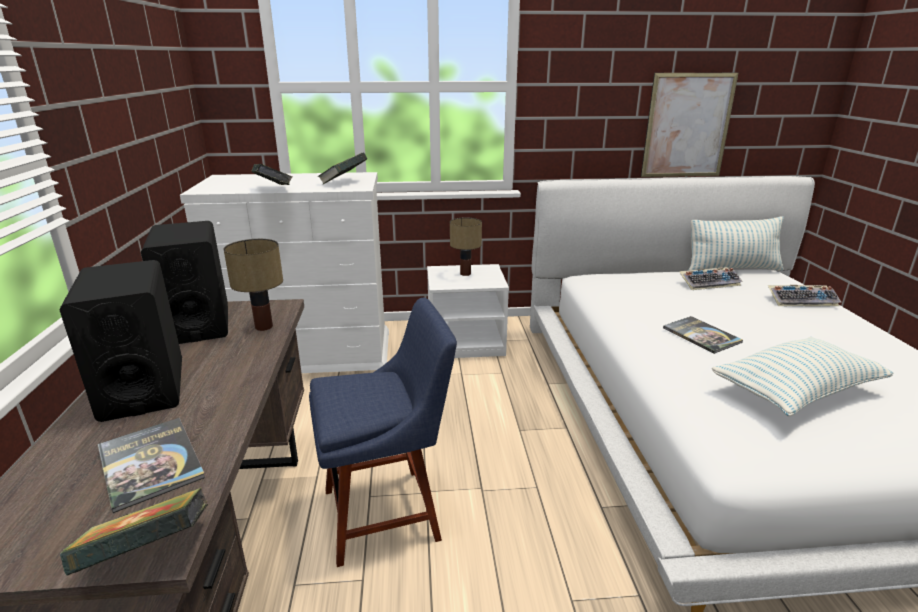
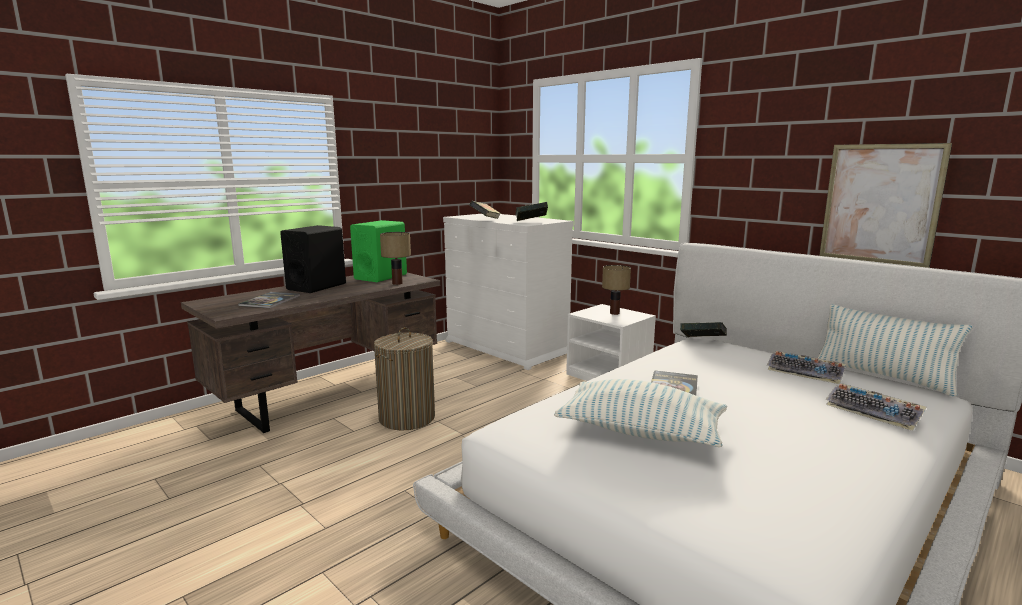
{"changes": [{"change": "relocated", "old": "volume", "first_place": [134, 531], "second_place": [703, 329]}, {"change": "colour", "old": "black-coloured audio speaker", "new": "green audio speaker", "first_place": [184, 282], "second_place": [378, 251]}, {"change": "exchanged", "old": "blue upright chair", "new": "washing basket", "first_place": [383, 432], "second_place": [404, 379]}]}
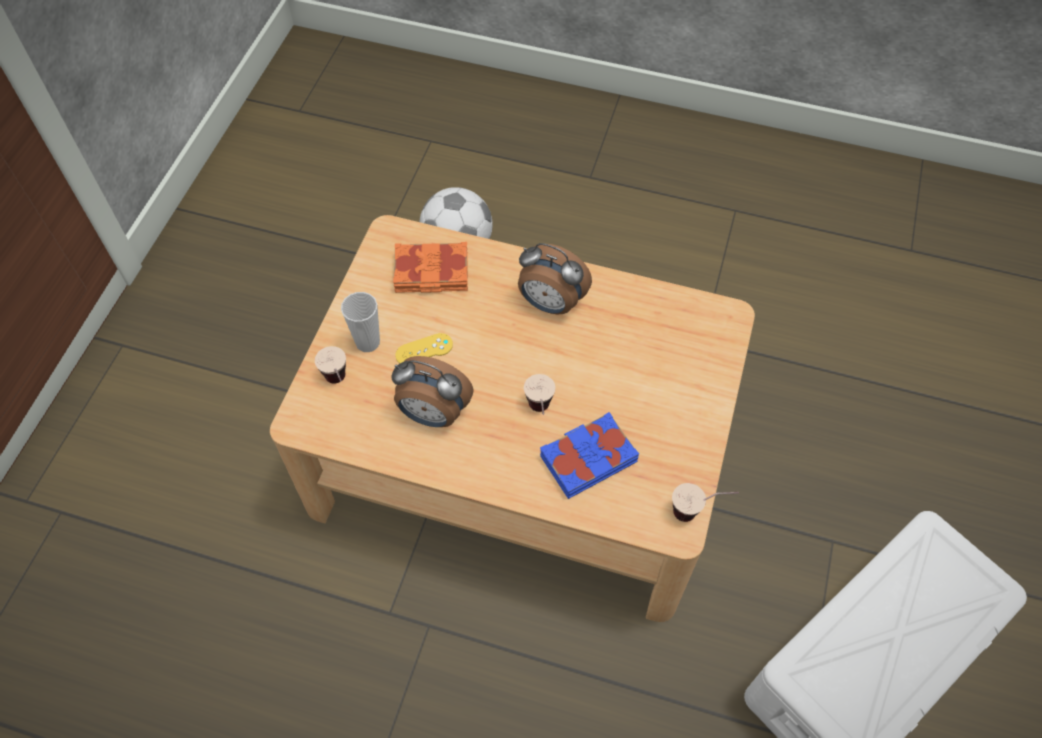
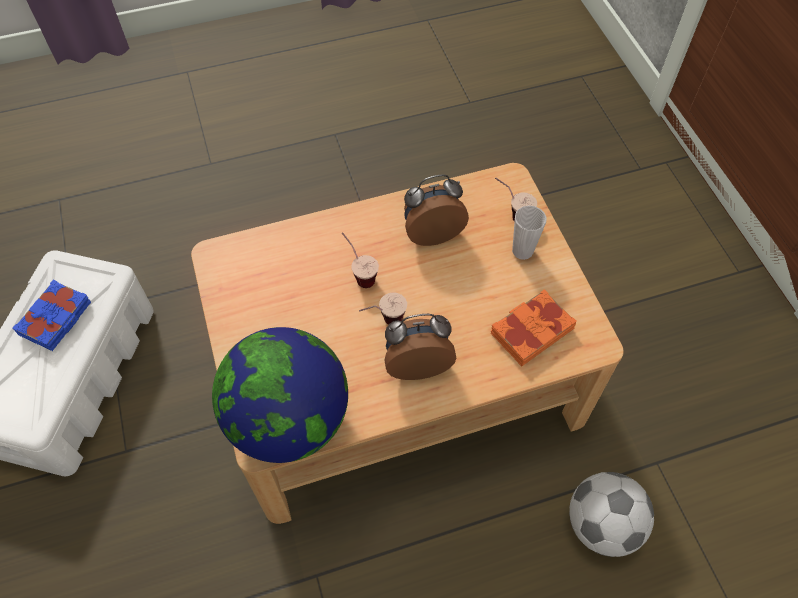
{"changes": [{"change": "missing", "old": "yellow-coloured gamepad", "first_place": [424, 348]}, {"change": "relocated", "old": "blue volume", "first_place": [589, 455], "second_place": [52, 315]}, {"change": "relocated", "old": "drinking cup", "first_place": [705, 502], "second_place": [383, 308]}, {"change": "appeared", "new": "world globe", "second_place": [280, 395]}]}
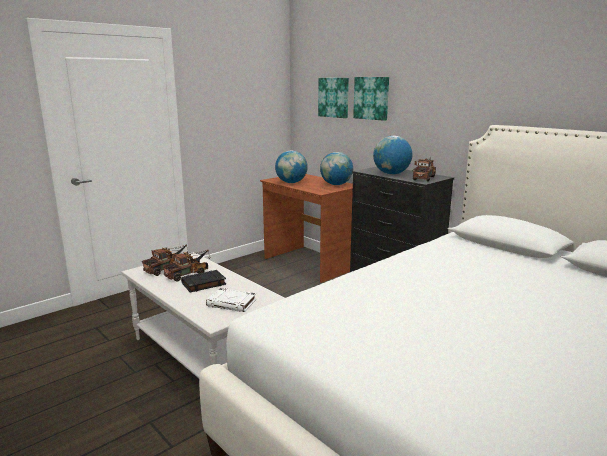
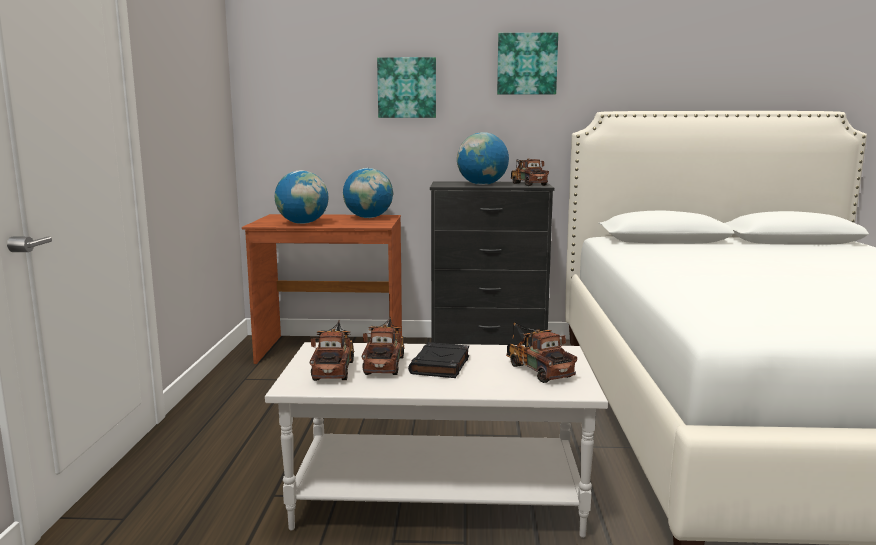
{"changes": [{"change": "exchanged", "old": "white-coloured volume", "new": "toy lorry", "first_place": [231, 300], "second_place": [541, 352]}, {"change": "relocated", "old": "wall picture", "first_place": [333, 98], "second_place": [527, 64]}]}
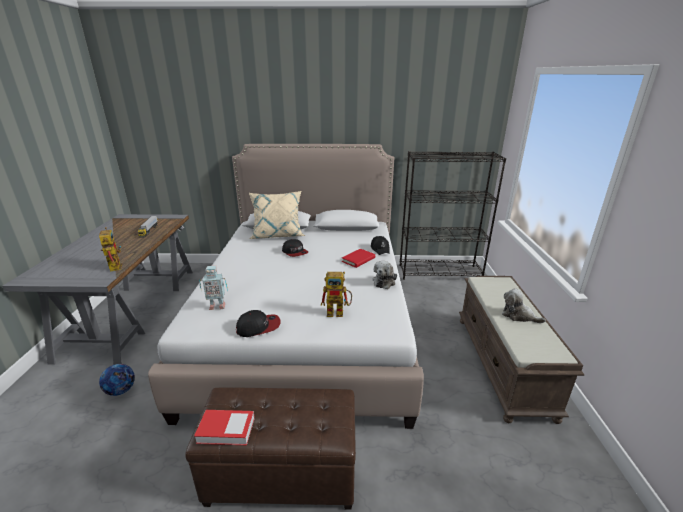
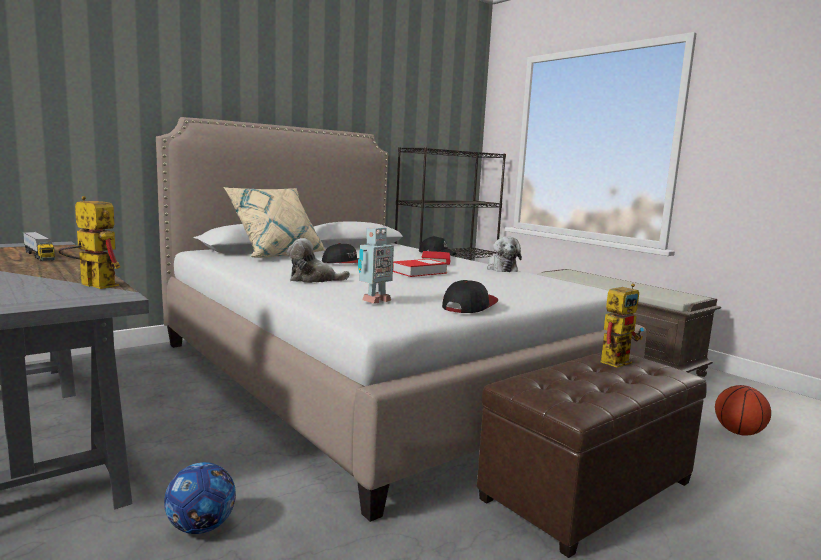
{"changes": [{"change": "relocated", "old": "volume", "first_place": [224, 427], "second_place": [420, 268]}, {"change": "relocated", "old": "toy robot", "first_place": [336, 294], "second_place": [622, 326]}, {"change": "relocated", "old": "soft toy", "first_place": [524, 306], "second_place": [318, 260]}, {"change": "appeared", "new": "ball for basketball", "second_place": [743, 410]}]}
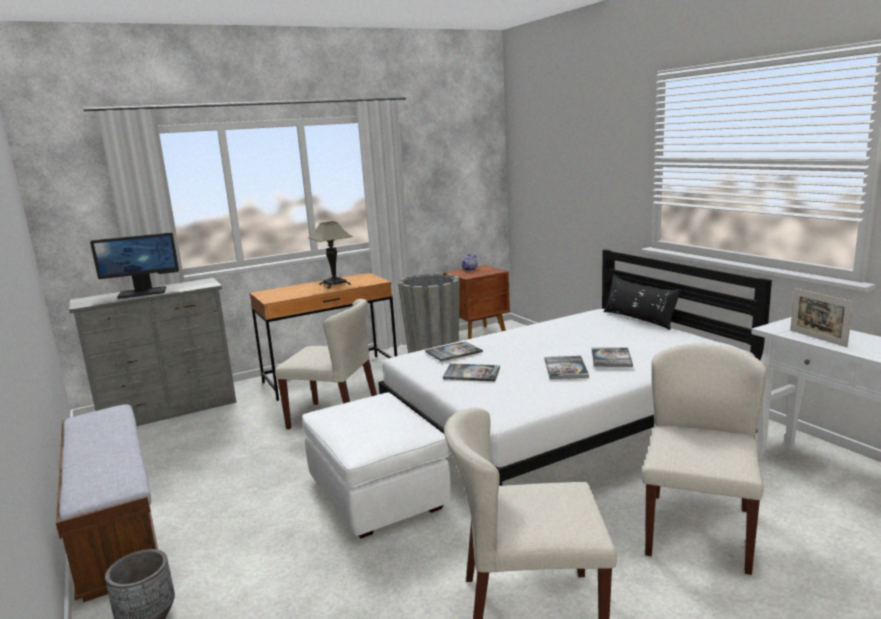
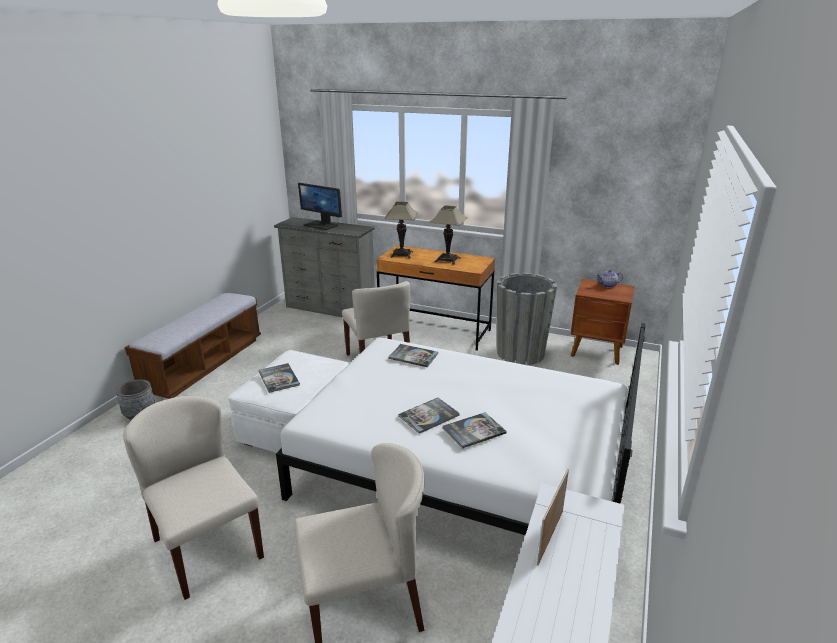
{"changes": [{"change": "relocated", "old": "volume", "first_place": [471, 372], "second_place": [279, 378]}, {"change": "missing", "old": "black-coloured throw pillow", "first_place": [642, 302]}, {"change": "appeared", "new": "lamp for a table", "second_place": [401, 230]}]}
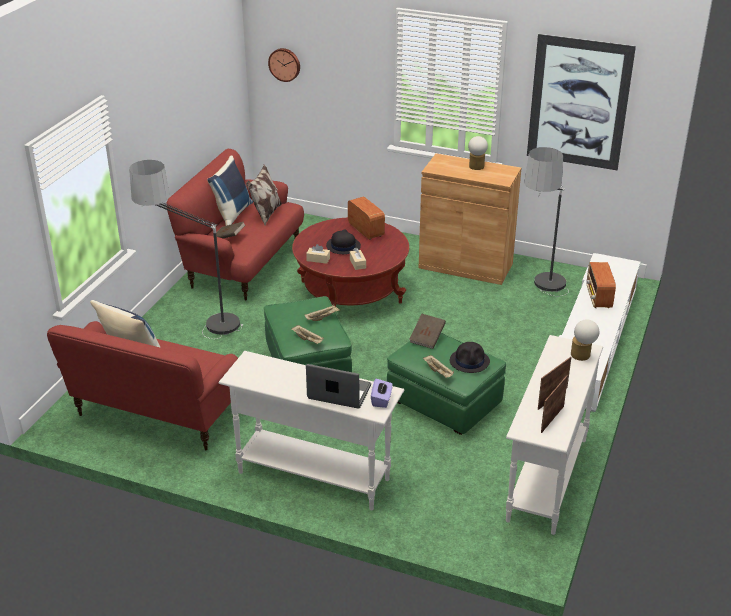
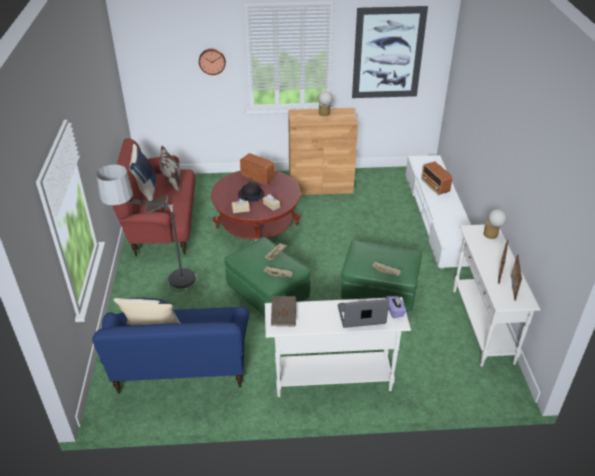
{"changes": [{"change": "colour", "old": "red-coloured couch", "new": "blue couch", "first_place": [142, 385], "second_place": [170, 349]}, {"change": "relocated", "old": "wall clock", "first_place": [284, 65], "second_place": [212, 62]}, {"change": "relocated", "old": "brown volume", "first_place": [427, 331], "second_place": [283, 311]}, {"change": "missing", "old": "black-coloured wearable hat", "first_place": [470, 357]}, {"change": "missing", "old": "floor lamp", "first_place": [546, 222]}]}
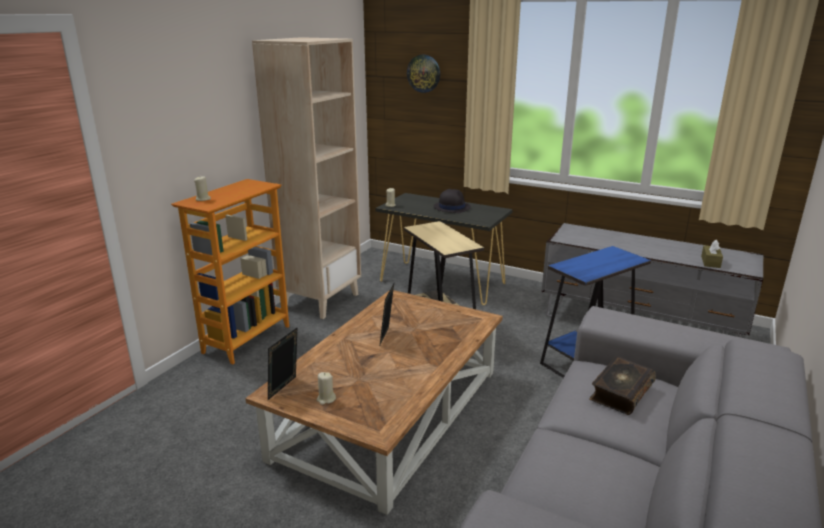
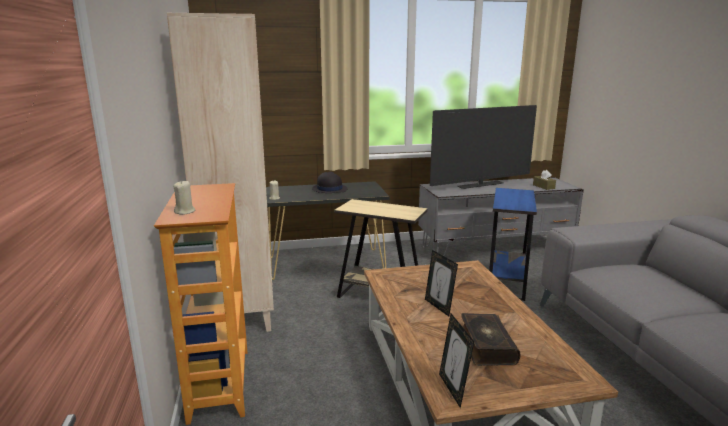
{"changes": [{"change": "missing", "old": "beige-coloured candle", "first_place": [326, 388]}, {"change": "missing", "old": "wall clock", "first_place": [423, 74]}, {"change": "relocated", "old": "volume", "first_place": [622, 385], "second_place": [490, 339]}, {"change": "appeared", "new": "television", "second_place": [483, 147]}]}
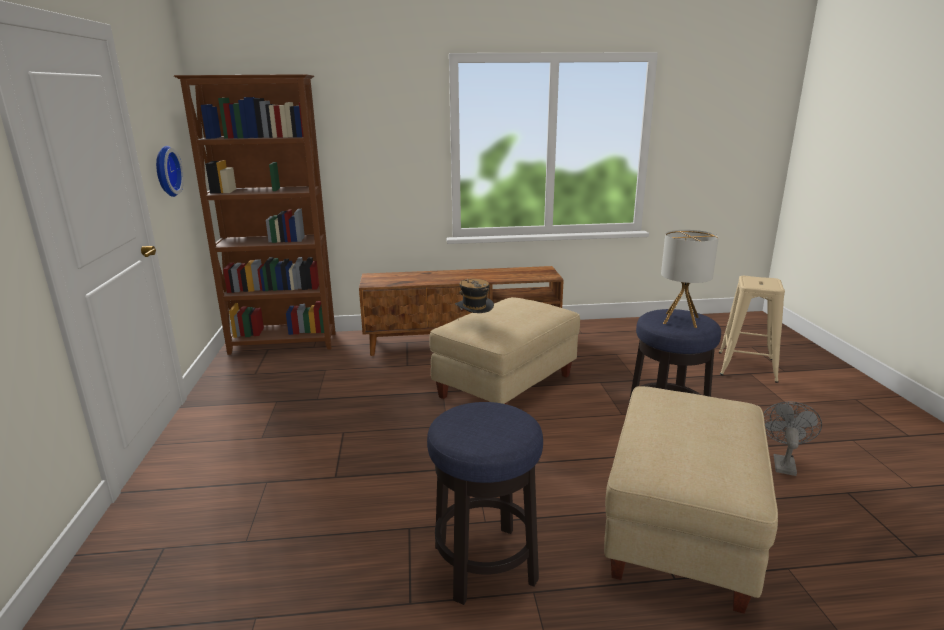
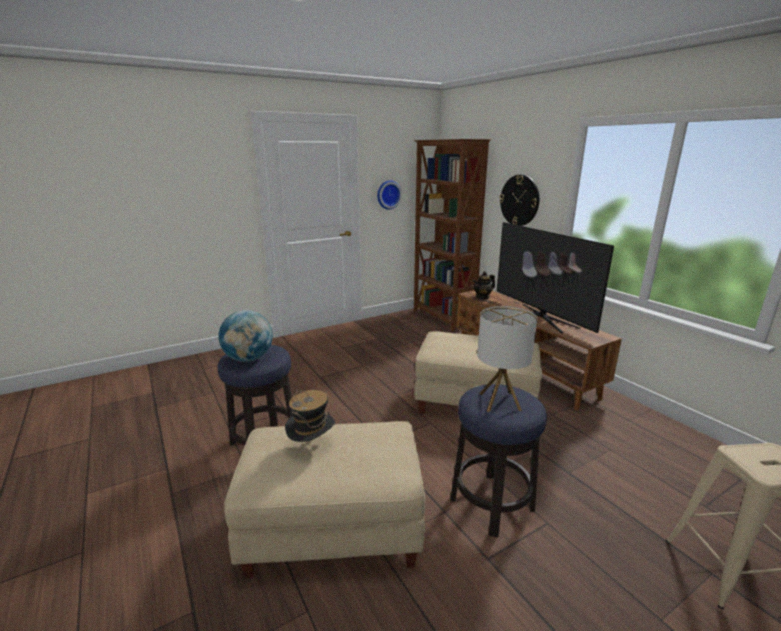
{"changes": [{"change": "relocated", "old": "wearable hat", "first_place": [474, 299], "second_place": [310, 415]}, {"change": "missing", "old": "gray electric fan", "first_place": [792, 438]}, {"change": "appeared", "new": "world globe", "second_place": [245, 336]}, {"change": "appeared", "new": "teapot", "second_place": [484, 285]}, {"change": "appeared", "new": "television", "second_place": [555, 277]}, {"change": "appeared", "new": "wall clock", "second_place": [519, 200]}]}
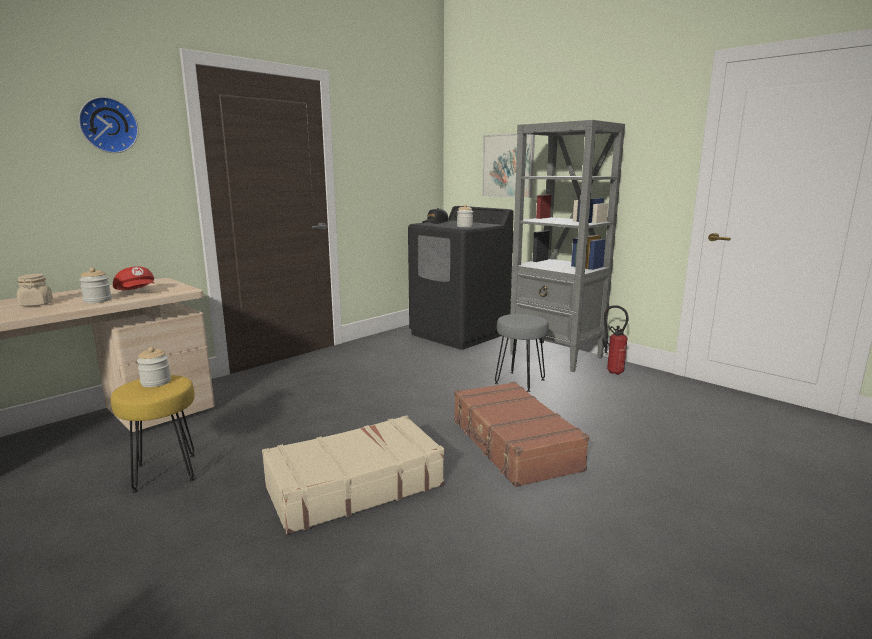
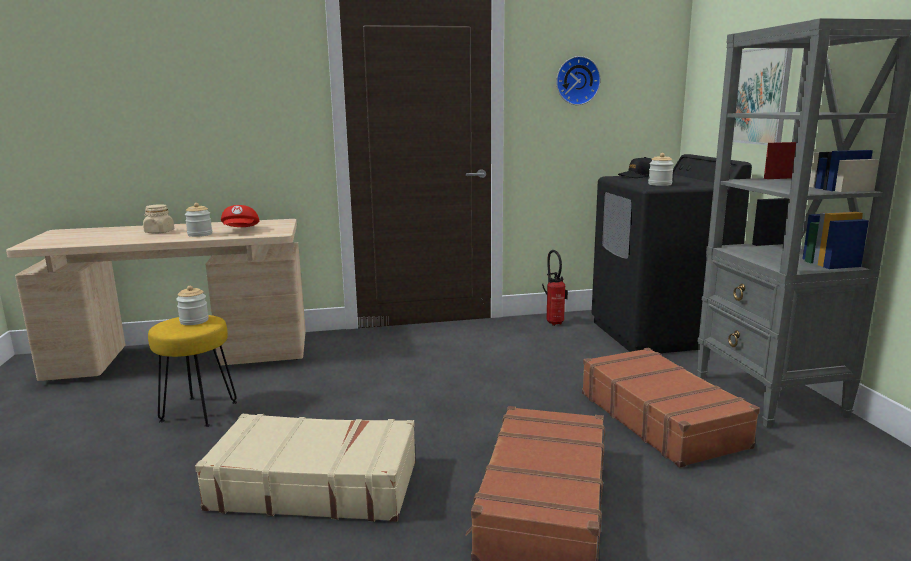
{"changes": [{"change": "relocated", "old": "wall clock", "first_place": [109, 125], "second_place": [578, 80]}, {"change": "exchanged", "old": "gray stool seat", "new": "brown suitcase", "first_place": [522, 353], "second_place": [671, 408]}, {"change": "relocated", "old": "extinguisher", "first_place": [615, 340], "second_place": [555, 288]}]}
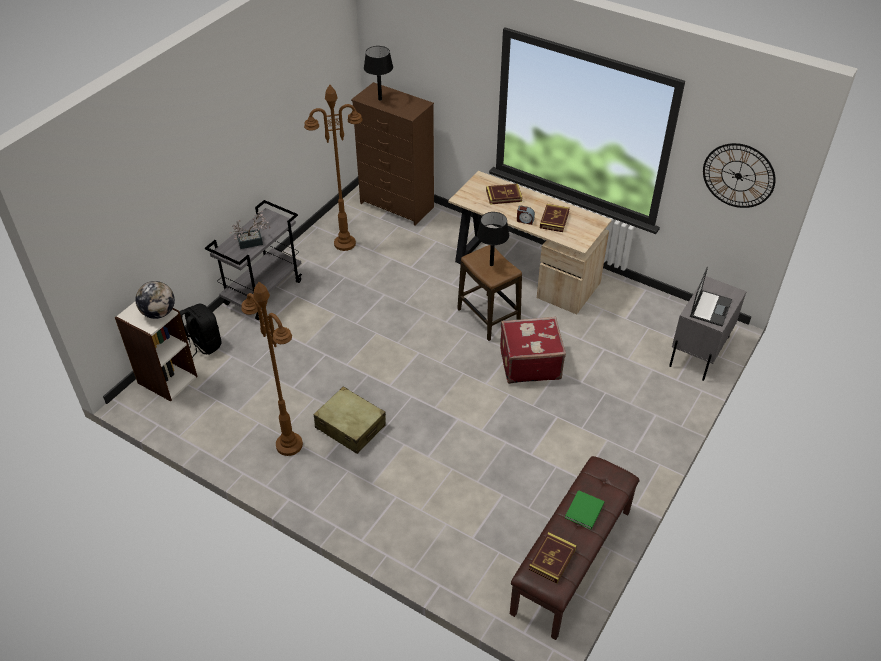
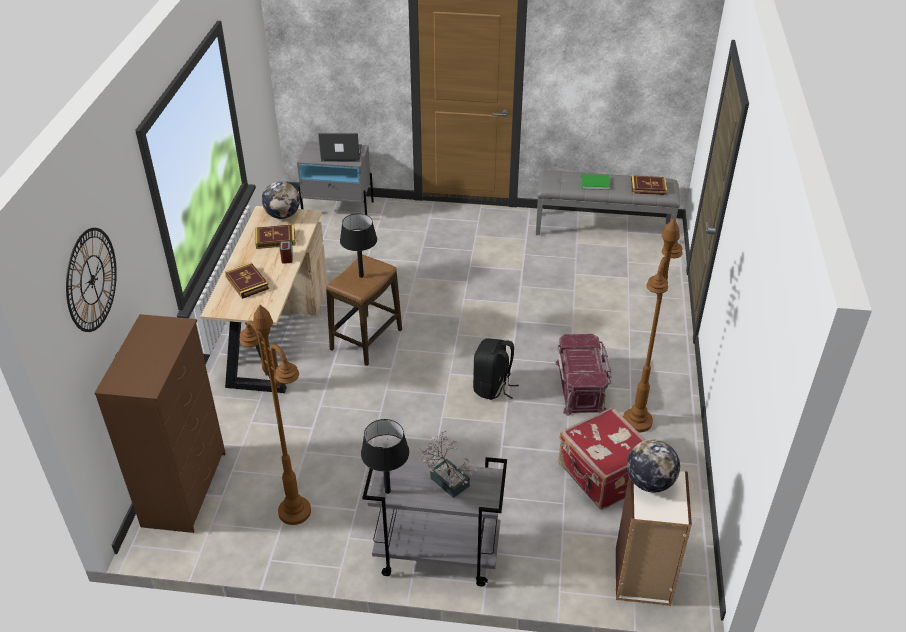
{"changes": [{"change": "relocated", "old": "black-coloured backpack", "first_place": [201, 330], "second_place": [496, 369]}, {"change": "exchanged", "old": "beige-coloured suitcase", "new": "red-coloured storage container", "first_place": [350, 420], "second_place": [583, 375]}, {"change": "relocated", "old": "black-coloured lamp for a table", "first_place": [378, 73], "second_place": [385, 456]}, {"change": "relocated", "old": "red-coloured suitcase", "first_place": [533, 350], "second_place": [602, 458]}, {"change": "colour", "old": "brown long seat", "new": "gray long seat", "first_place": [575, 548], "second_place": [608, 203]}, {"change": "relocated", "old": "wall clock", "first_place": [739, 175], "second_place": [91, 280]}, {"change": "appeared", "new": "world globe", "second_place": [281, 200]}]}
